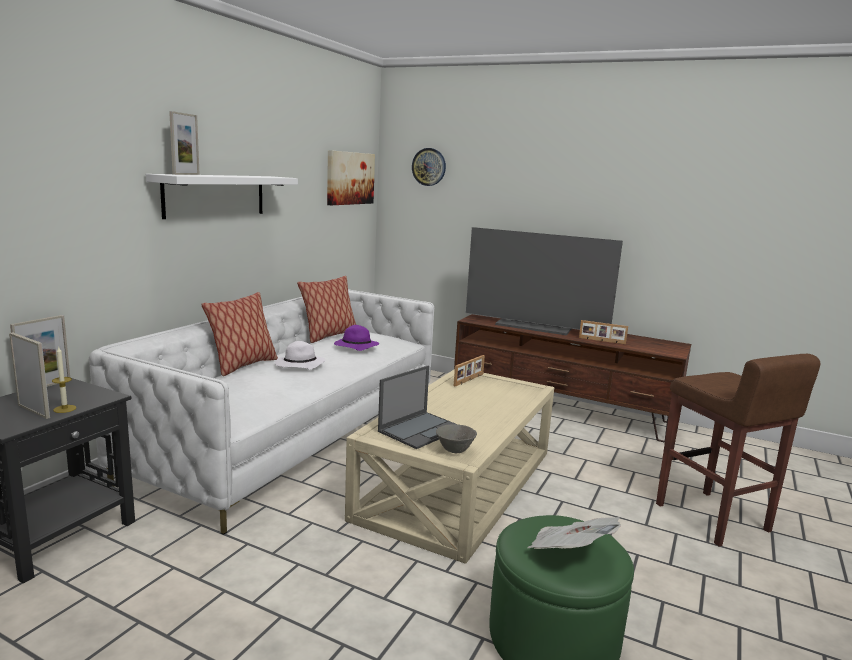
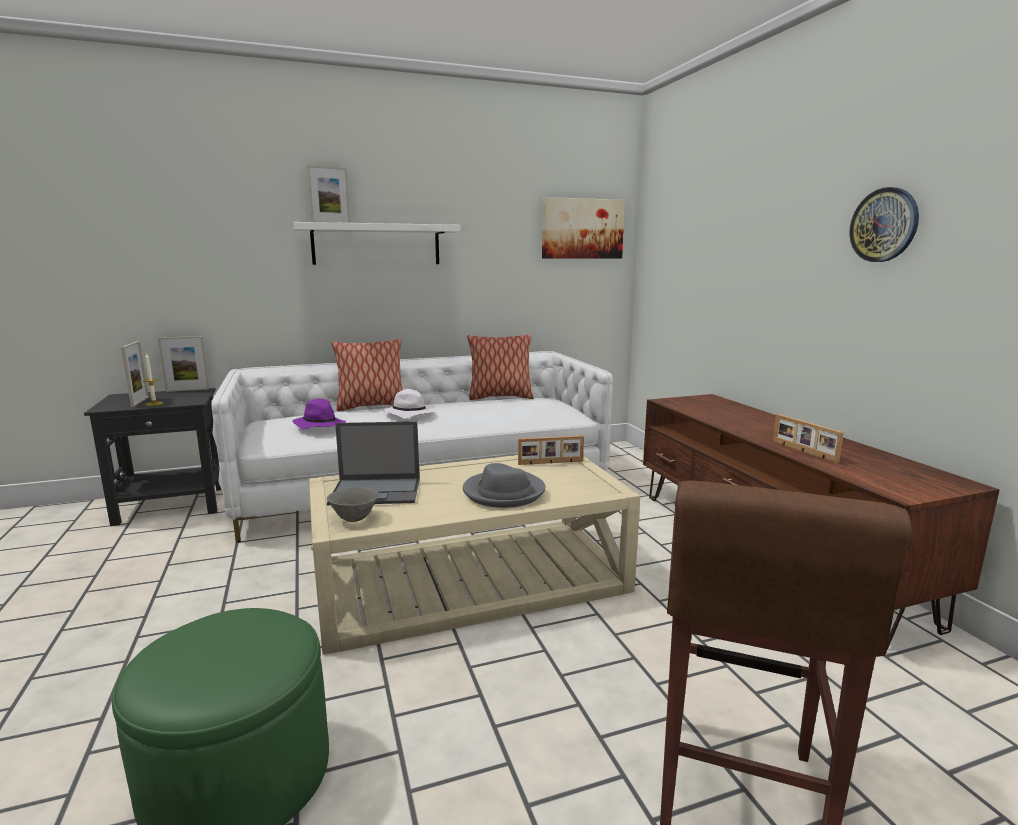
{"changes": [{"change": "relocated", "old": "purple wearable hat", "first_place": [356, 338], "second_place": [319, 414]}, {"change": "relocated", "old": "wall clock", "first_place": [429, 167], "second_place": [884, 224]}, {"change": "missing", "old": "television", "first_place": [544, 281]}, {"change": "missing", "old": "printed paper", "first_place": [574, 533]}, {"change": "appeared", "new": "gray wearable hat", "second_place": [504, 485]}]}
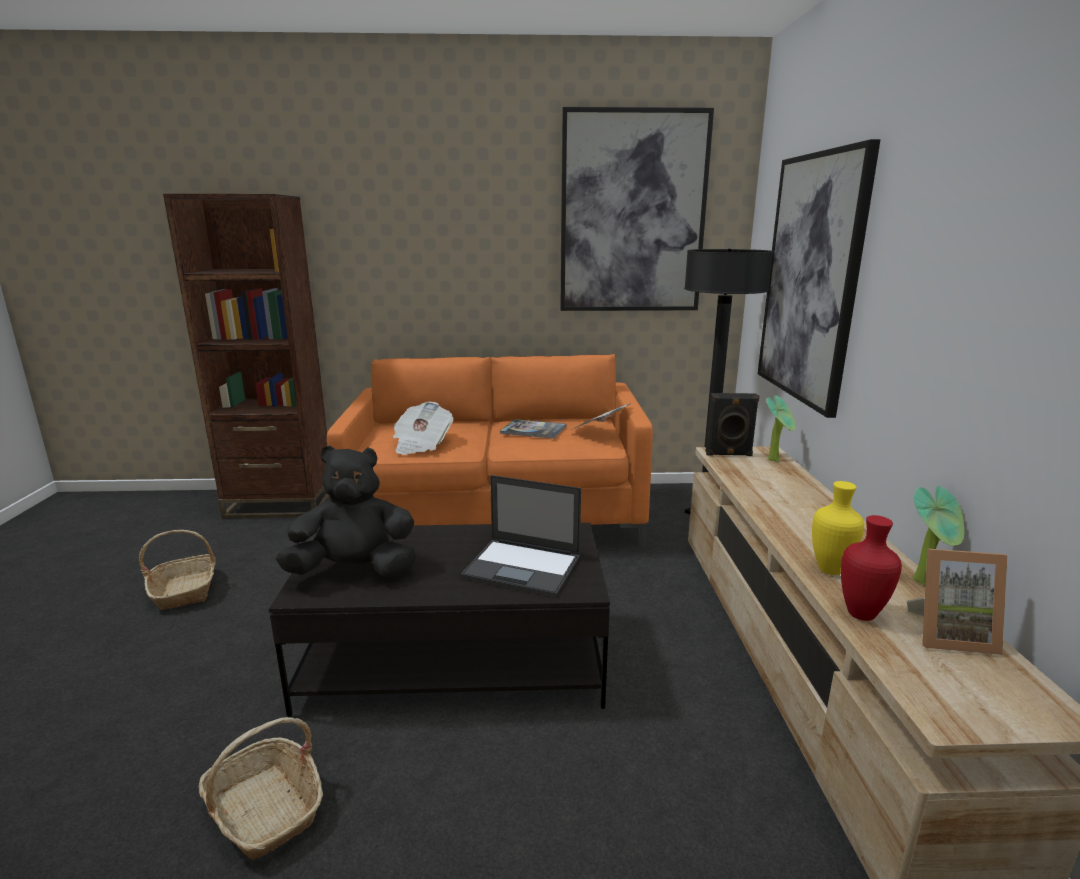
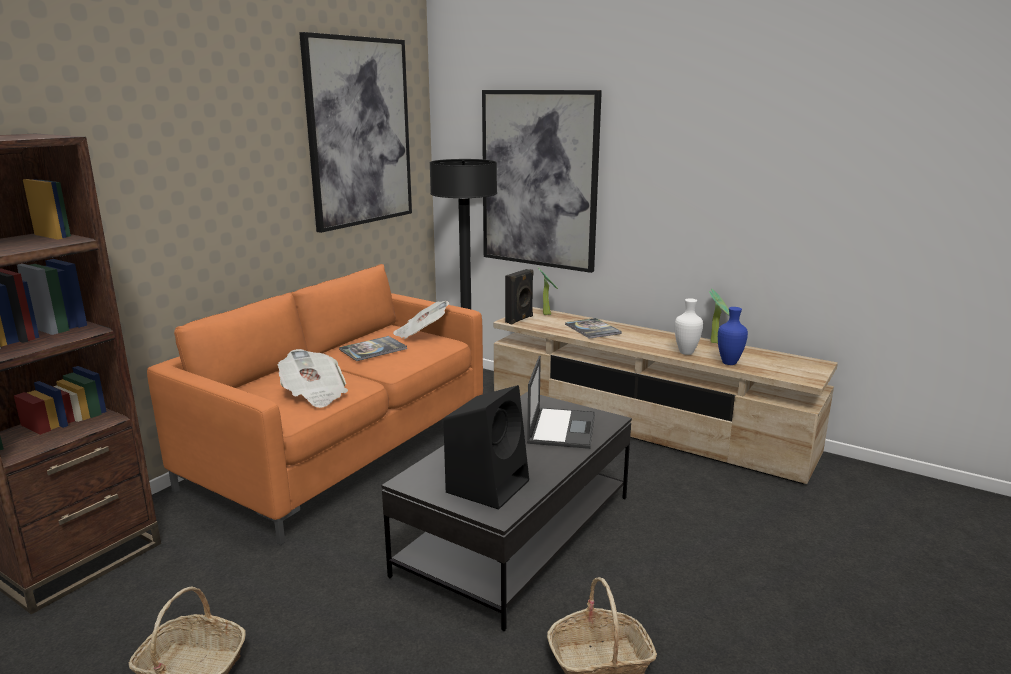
{"changes": [{"change": "exchanged", "old": "black-coloured soft toy", "new": "black-coloured audio speaker", "first_place": [346, 512], "second_place": [486, 447]}, {"change": "spun", "old": "notebook computer", "first_place": [521, 536], "second_place": [561, 402], "degrees": -45}, {"change": "colour", "old": "yellow-coloured flower vase", "new": "white-coloured flower vase", "first_place": [838, 528], "second_place": [689, 326]}, {"change": "colour", "old": "red-coloured flower vase", "new": "blue flower vase", "first_place": [871, 568], "second_place": [733, 336]}, {"change": "missing", "old": "standing frame", "first_place": [957, 602]}, {"change": "appeared", "new": "volume", "second_place": [593, 328]}]}
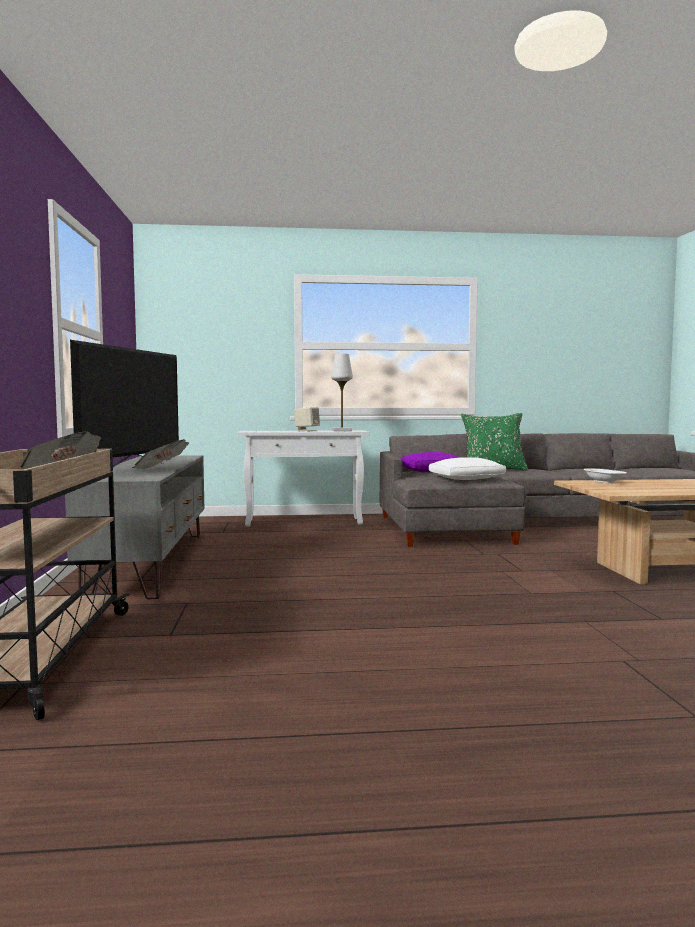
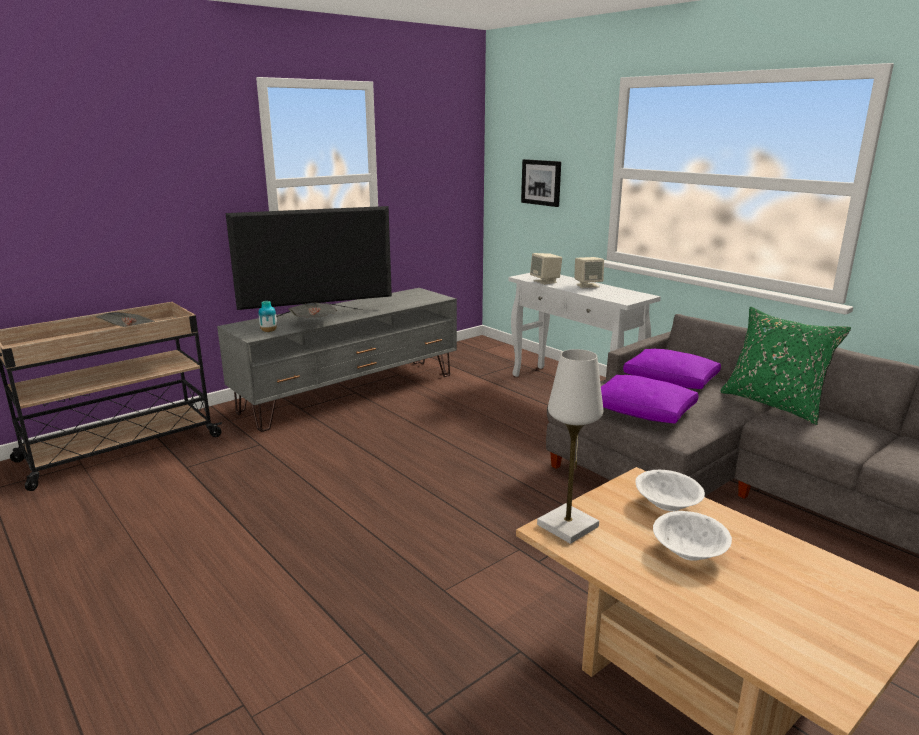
{"changes": [{"change": "relocated", "old": "white-coloured lamp for a table", "first_place": [342, 392], "second_place": [570, 446]}, {"change": "colour", "old": "white-coloured throw pillow", "new": "purple throw pillow", "first_place": [467, 468], "second_place": [650, 399]}, {"change": "appeared", "new": "flower vase", "second_place": [267, 316]}, {"change": "appeared", "new": "wall picture", "second_place": [541, 183]}, {"change": "appeared", "new": "beige-coloured audio speaker", "second_place": [546, 269]}, {"change": "appeared", "new": "white-coloured bowl", "second_place": [692, 536]}]}
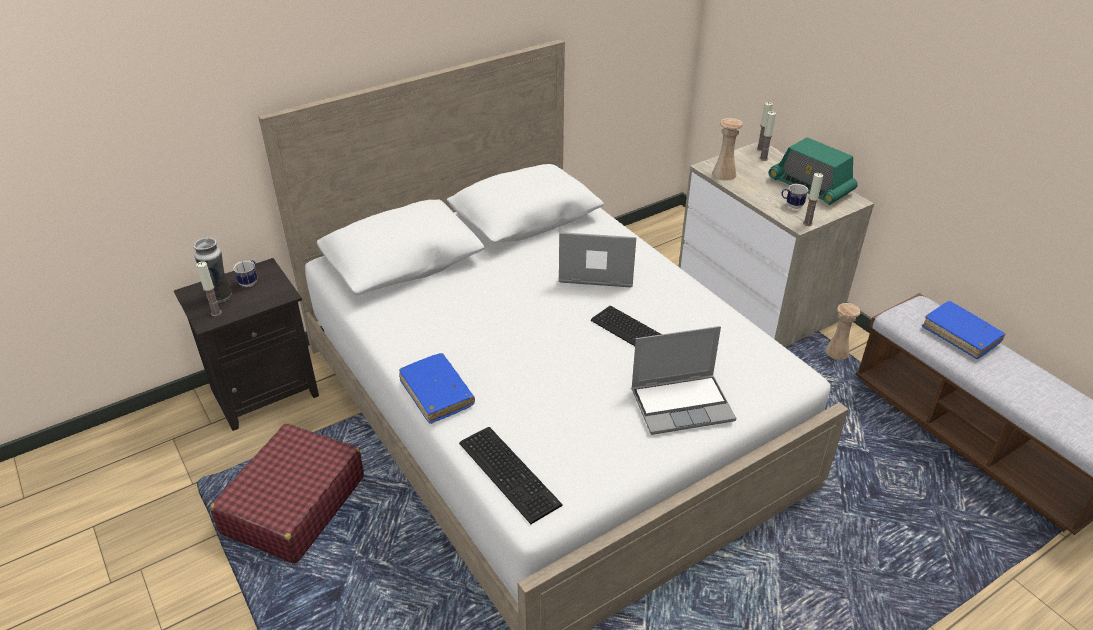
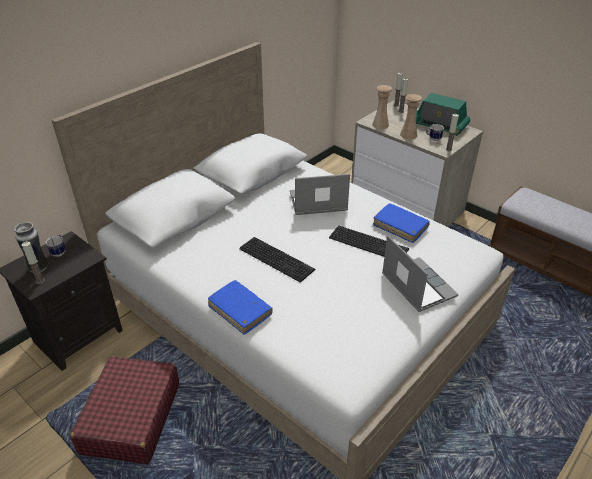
{"changes": [{"change": "relocated", "old": "keyboard", "first_place": [511, 475], "second_place": [277, 260]}, {"change": "spun", "old": "notebook computer", "first_place": [683, 380], "second_place": [420, 273], "degrees": -90}, {"change": "relocated", "old": "beige-coloured flower vase", "first_place": [842, 331], "second_place": [411, 116]}, {"change": "relocated", "old": "blue volume", "first_place": [964, 330], "second_place": [401, 223]}]}
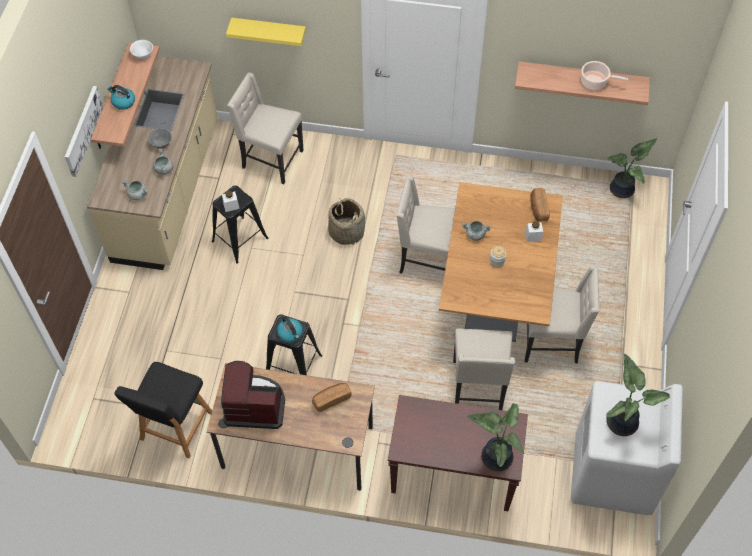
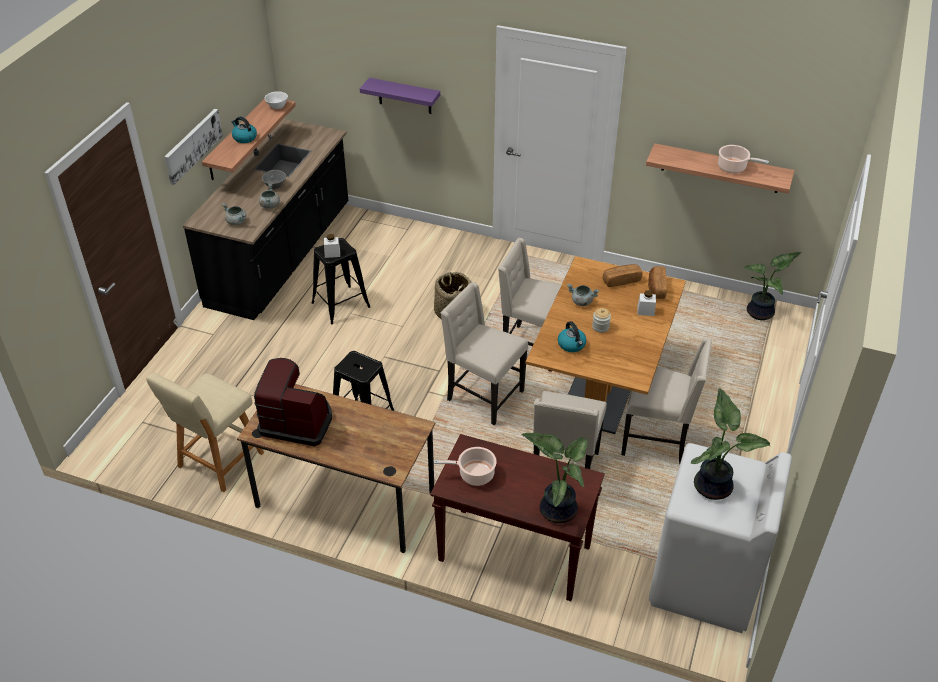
{"changes": [{"change": "colour", "old": "beige-coloured kitchen counter", "new": "black-coloured kitchen counter", "first_place": [152, 163], "second_place": [265, 219]}, {"change": "colour", "old": "black-coloured stool seat", "new": "beige-coloured stool seat", "first_place": [163, 410], "second_place": [205, 432]}, {"change": "colour", "old": "yellow-coloured wall shelf", "new": "purple wall shelf", "first_place": [266, 32], "second_place": [400, 96]}, {"change": "relocated", "old": "beige-coloured upright chair", "first_place": [265, 128], "second_place": [484, 353]}, {"change": "relocated", "old": "tea kettle", "first_place": [290, 329], "second_place": [572, 336]}, {"change": "relocated", "old": "baked bread", "first_place": [331, 397], "second_place": [623, 275]}, {"change": "appeared", "new": "stockpot", "second_place": [465, 466]}]}
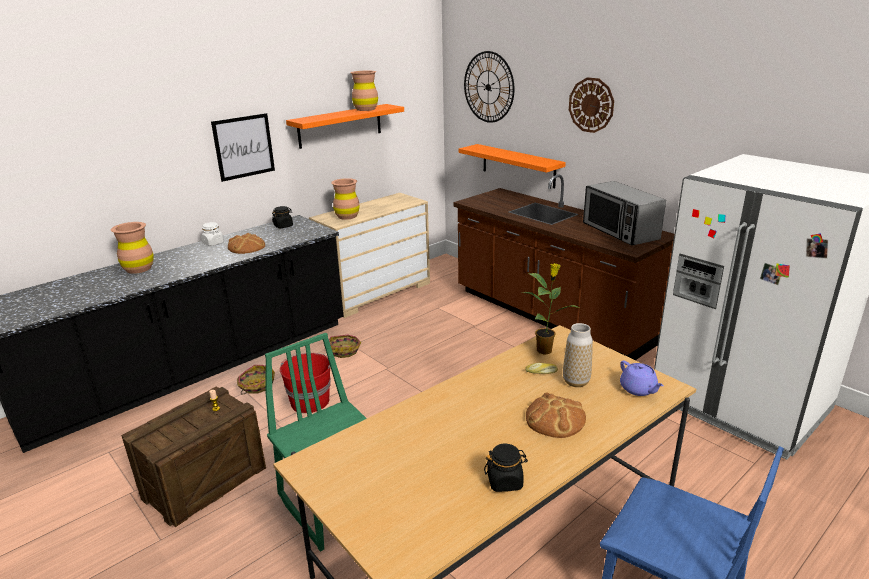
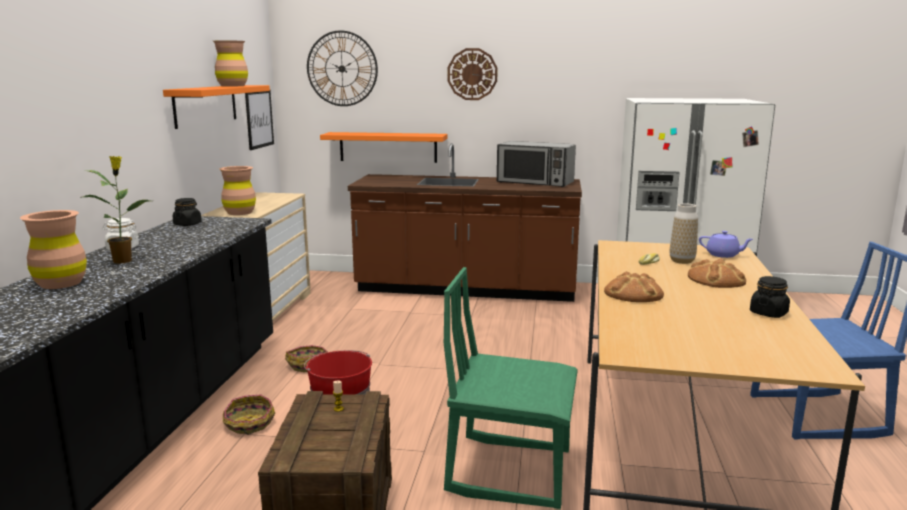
{"changes": [{"change": "relocated", "old": "wall picture", "first_place": [243, 147], "second_place": [259, 120]}, {"change": "relocated", "old": "baked bread", "first_place": [246, 243], "second_place": [634, 287]}, {"change": "relocated", "old": "plant in a pot", "first_place": [551, 309], "second_place": [116, 210]}]}
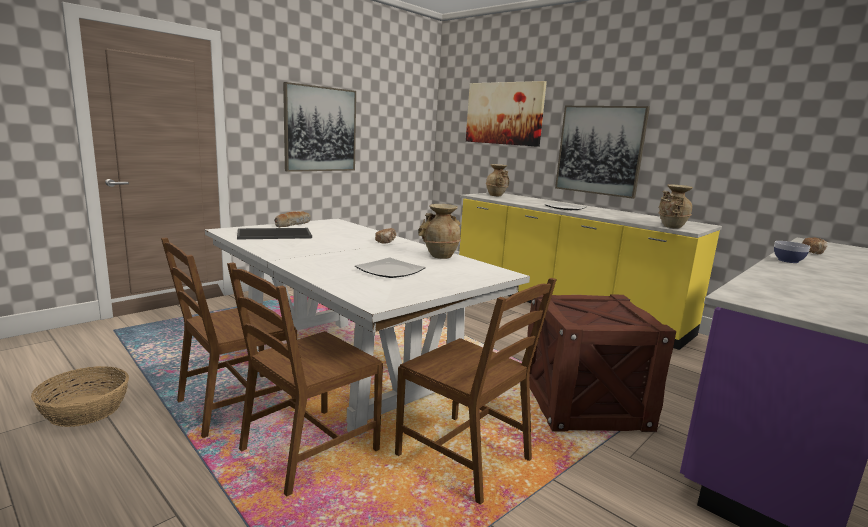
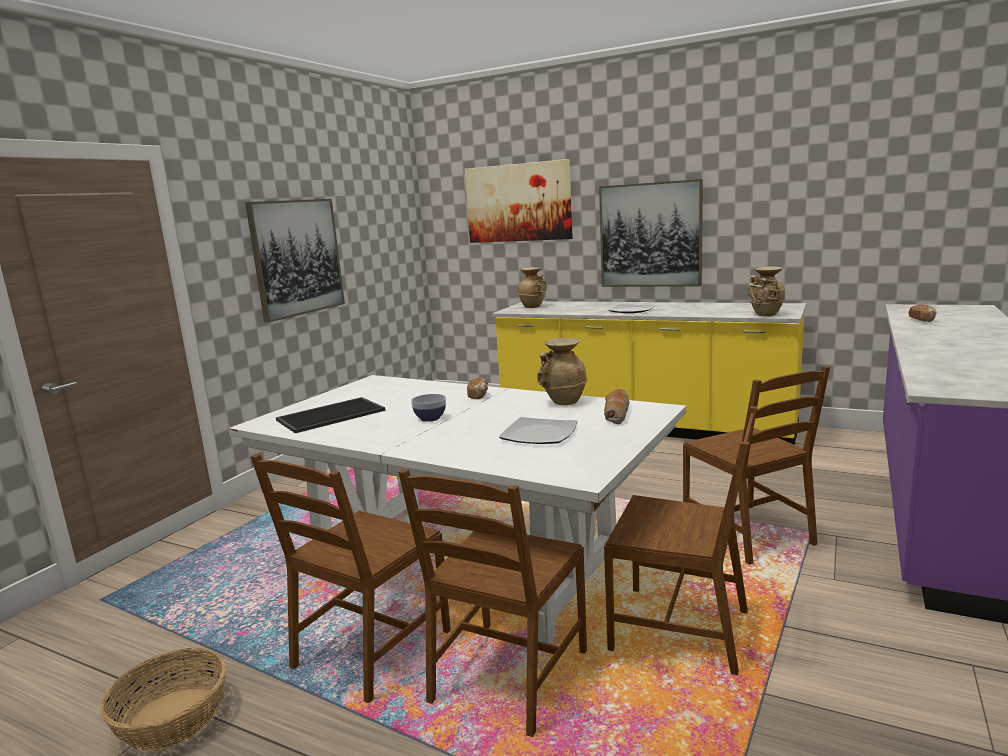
{"changes": [{"change": "relocated", "old": "baked bread", "first_place": [292, 219], "second_place": [617, 406]}, {"change": "exchanged", "old": "shipping crate", "new": "brown upright chair", "first_place": [601, 363], "second_place": [756, 465]}, {"change": "relocated", "old": "bowl", "first_place": [792, 252], "second_place": [428, 408]}]}
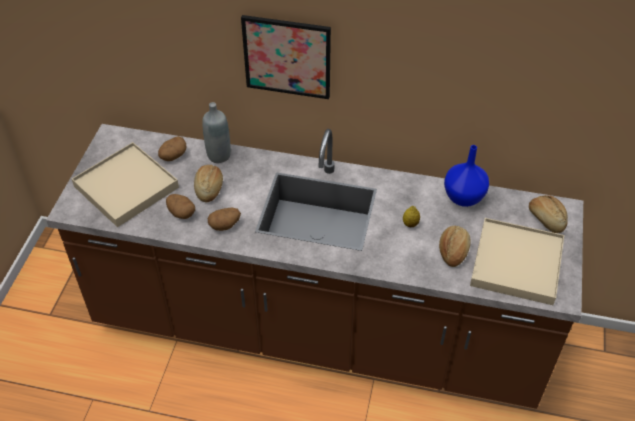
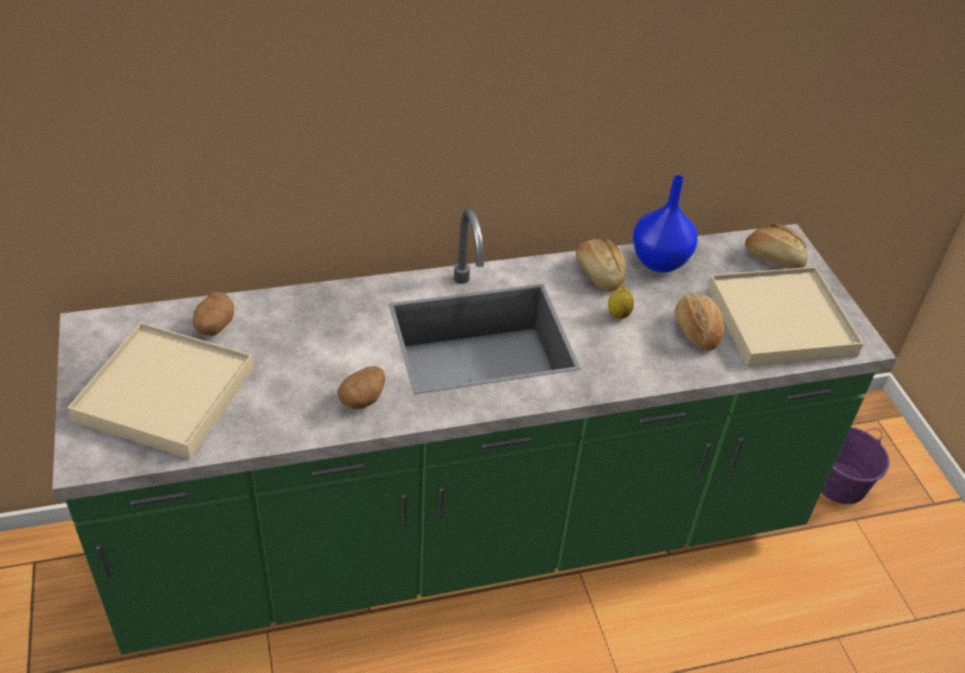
{"changes": [{"change": "colour", "old": "brown kitchen counter", "new": "green kitchen counter", "first_place": [314, 266], "second_place": [474, 431]}, {"change": "missing", "old": "spud", "first_place": [180, 206]}, {"change": "relocated", "old": "baked bread", "first_place": [208, 183], "second_place": [601, 264]}, {"change": "missing", "old": "gray bottle", "first_place": [216, 132]}, {"change": "missing", "old": "wall picture", "first_place": [286, 57]}, {"change": "appeared", "new": "purple bucket", "second_place": [855, 465]}]}
